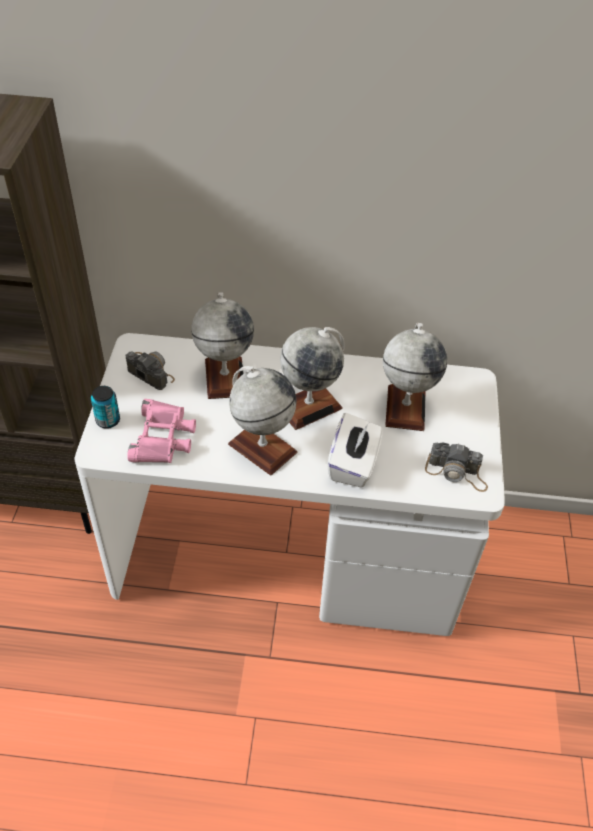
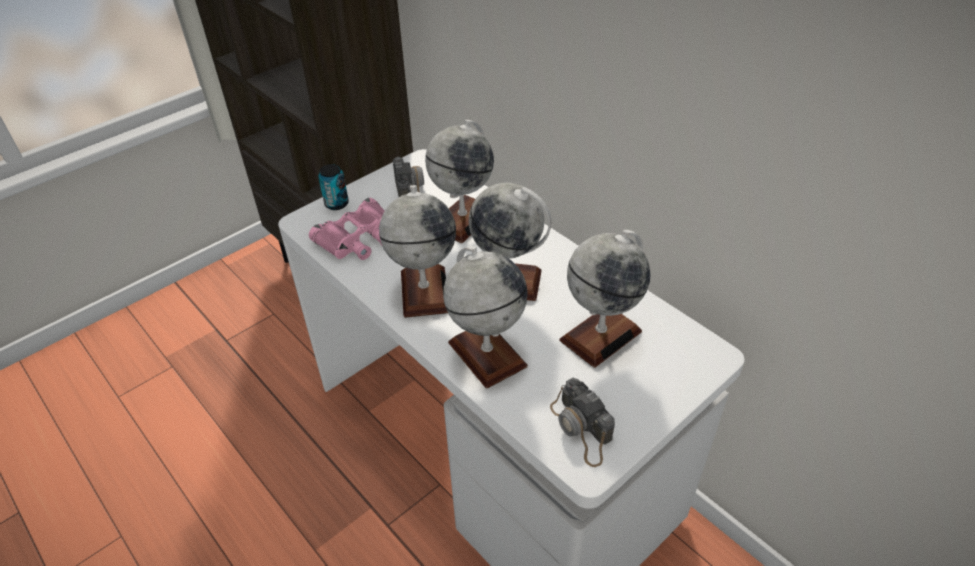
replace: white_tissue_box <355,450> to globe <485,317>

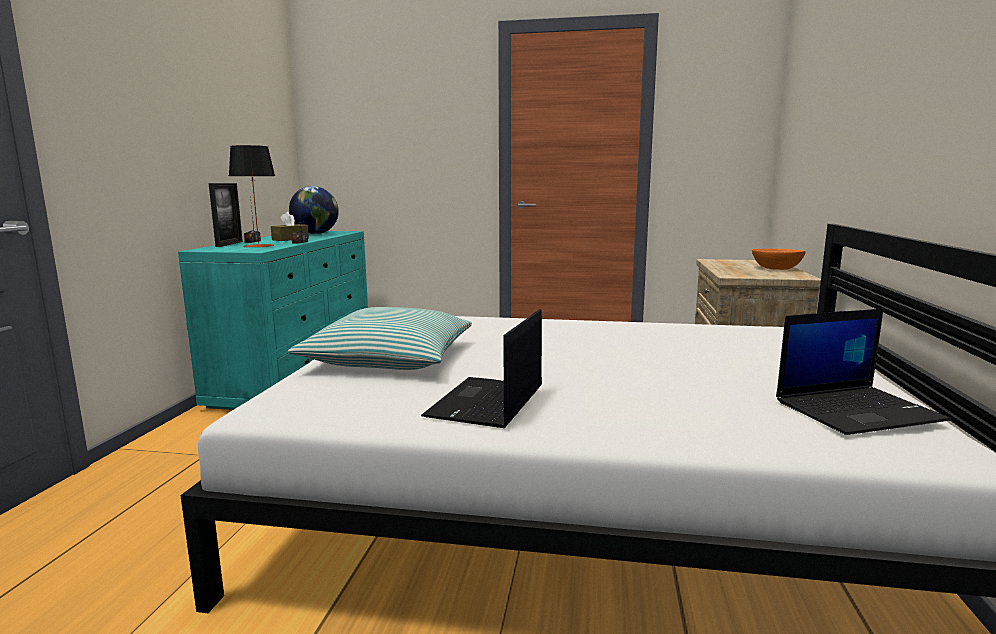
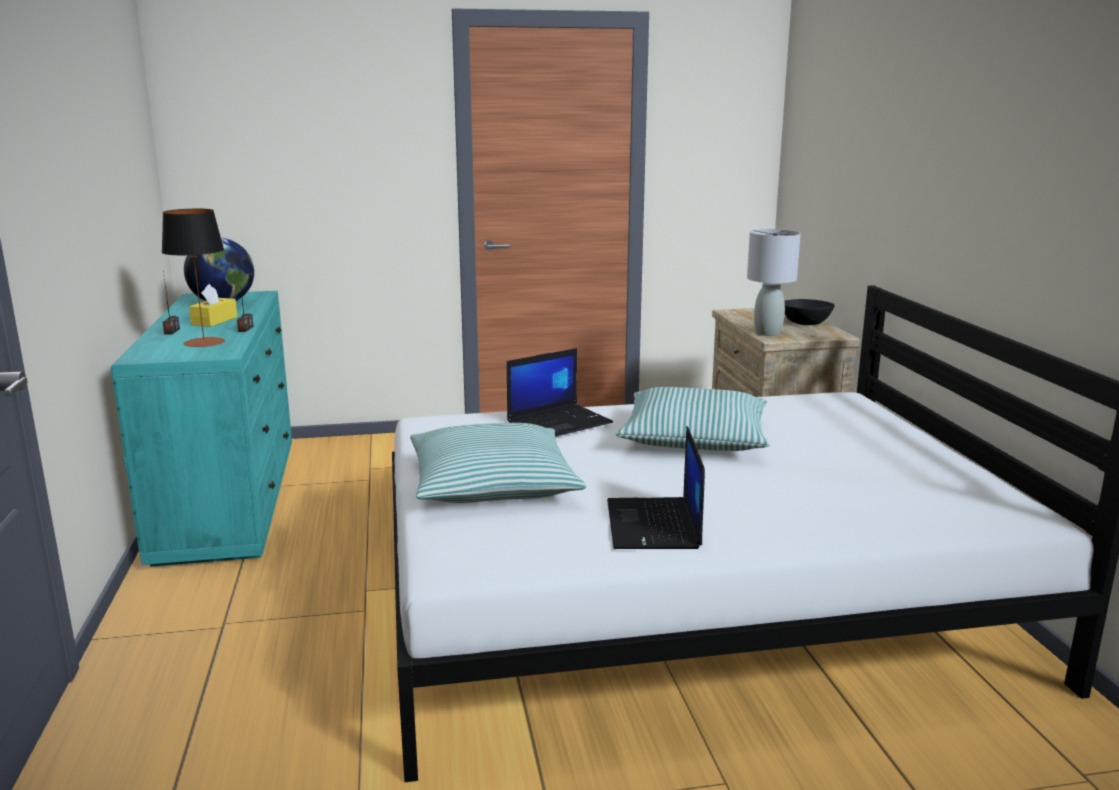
delete: picture_frame <226,215>
insert: pillow <692,419>; grey_table_lamp <774,282>
move: laptop <863,372> to <560,392>
recolor: brown_tissue_box <290,226> to yellow_tissue_box <213,305>; orange_bowl <779,259> to black_bowl <810,312>

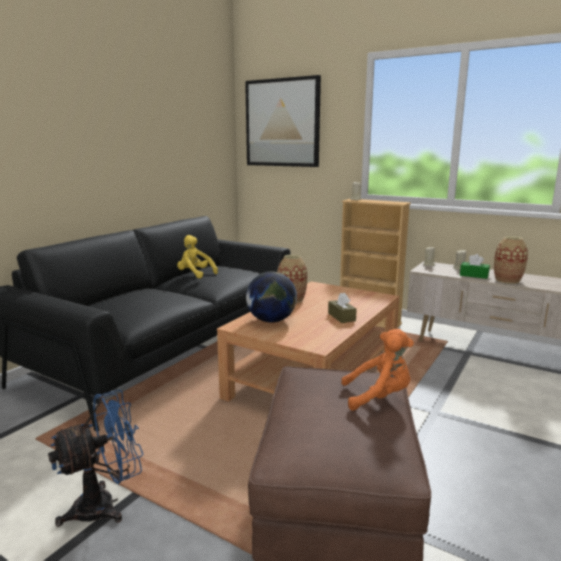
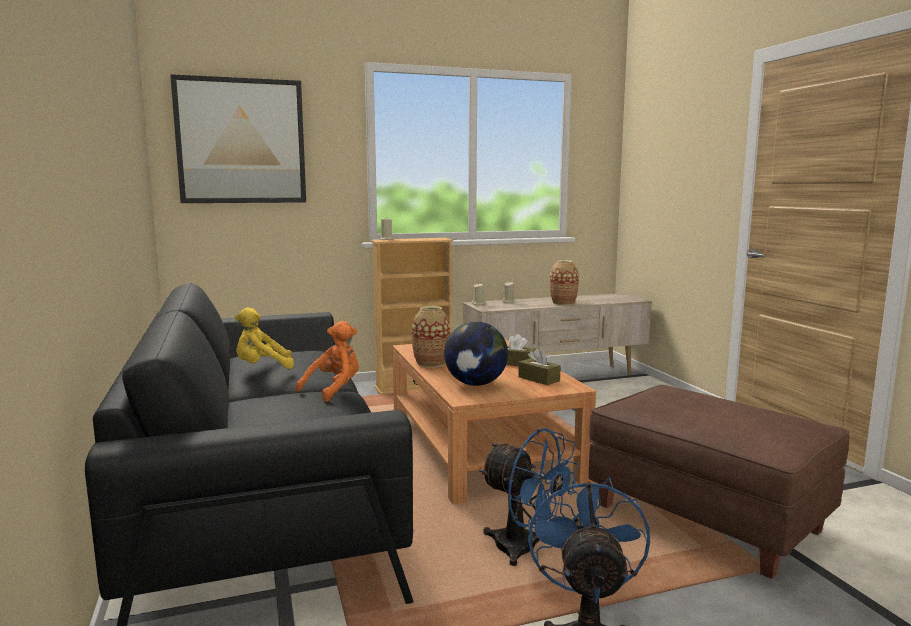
delete: green_tissue_box <475,266>
insert: blue_fan <529,497>; brown_tissue_box <539,366>
move: orange_plush_toy <377,370> to <327,361>

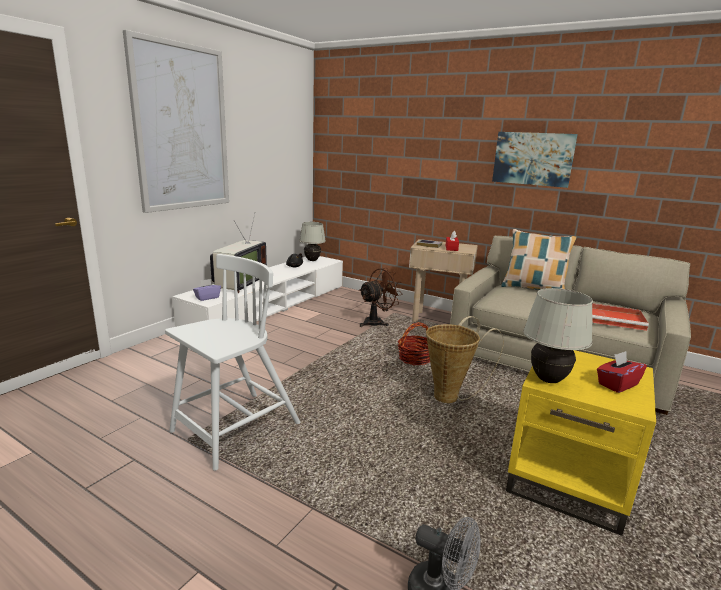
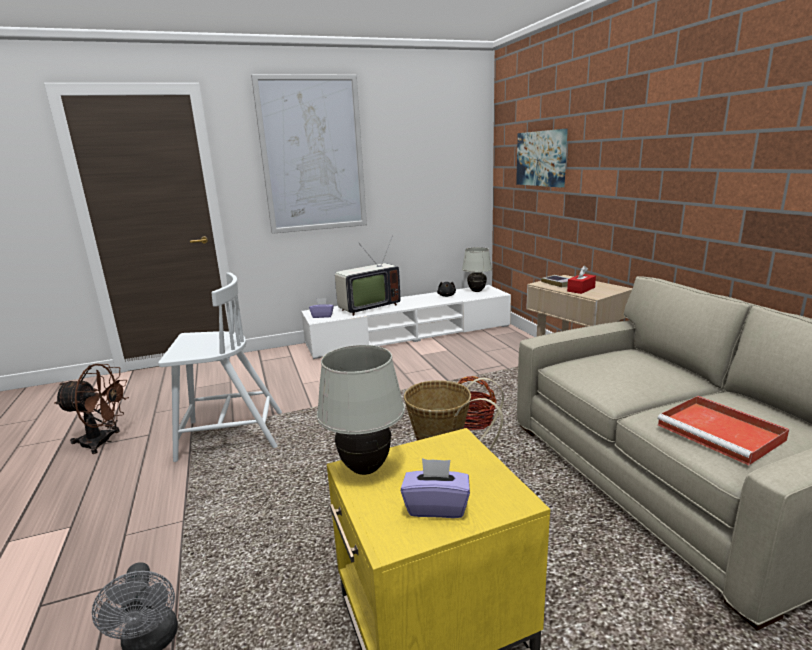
delete: pillow <539,259>
move: brown_fan <381,297> to <91,409>; picture <535,160> to <542,158>
recolor: red_tissue_box <622,372> to purple_tissue_box <435,488>

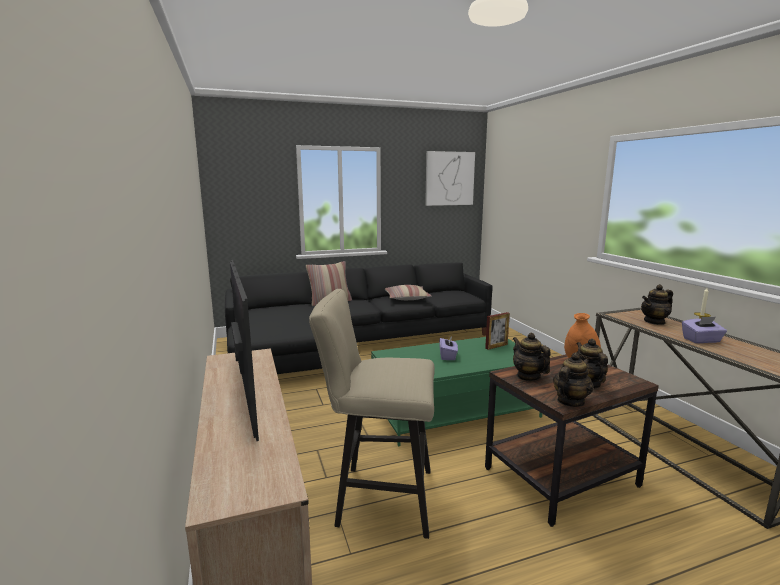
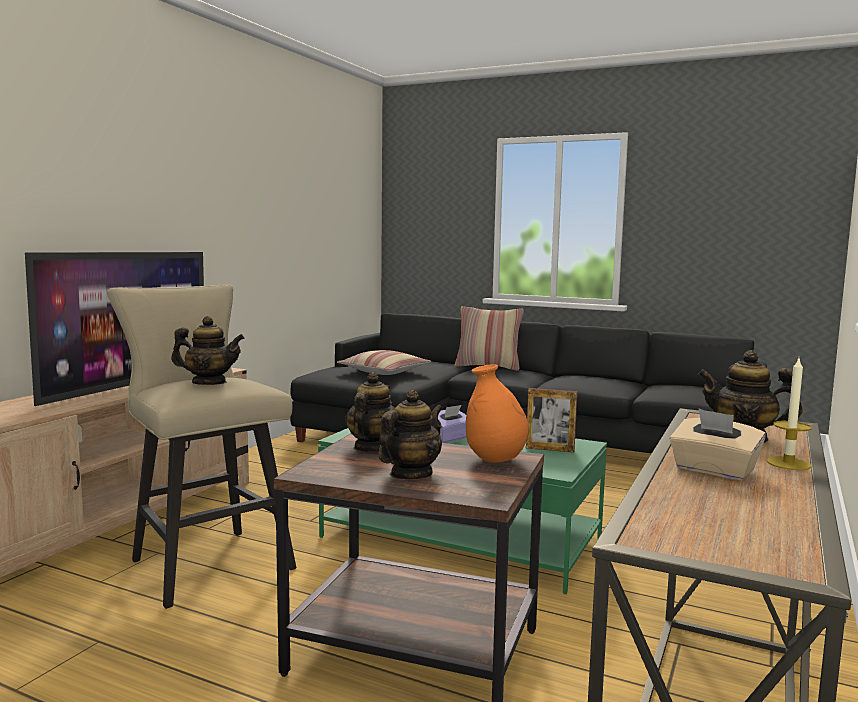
delete: picture <450,178>
move: pillow <408,292> to <384,362>; teapot <573,379> to <207,350>
recolor: purple_tissue_box <704,330> to beige_tissue_box <718,445>

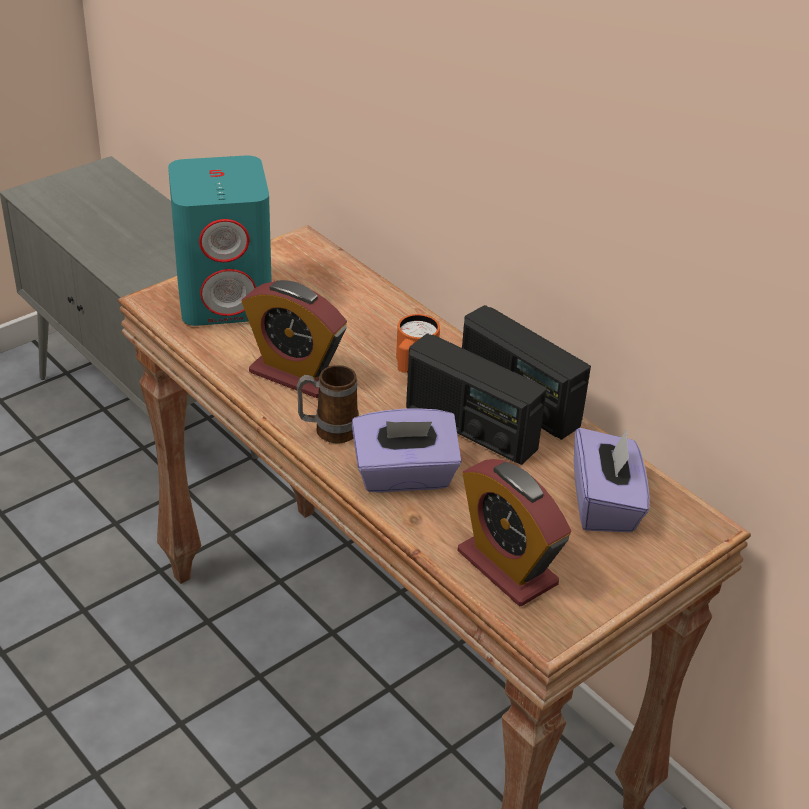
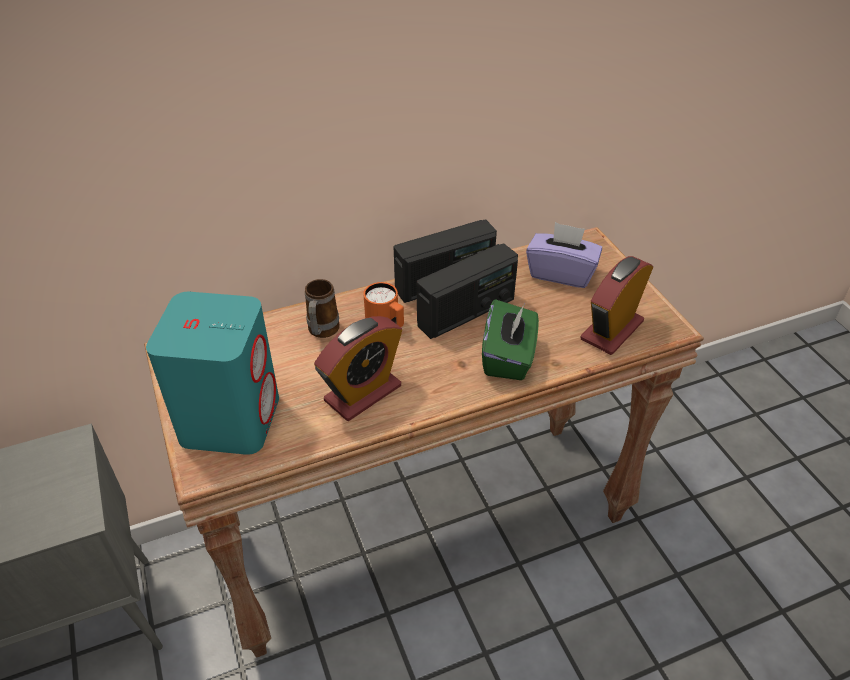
move: mug <327,404> to <322,308>
recolor: purple_tissue_box <407,451> to green_tissue_box <510,339>
rotate: alarm_clock <514,532> = <617,305> 150 degrees clockwise

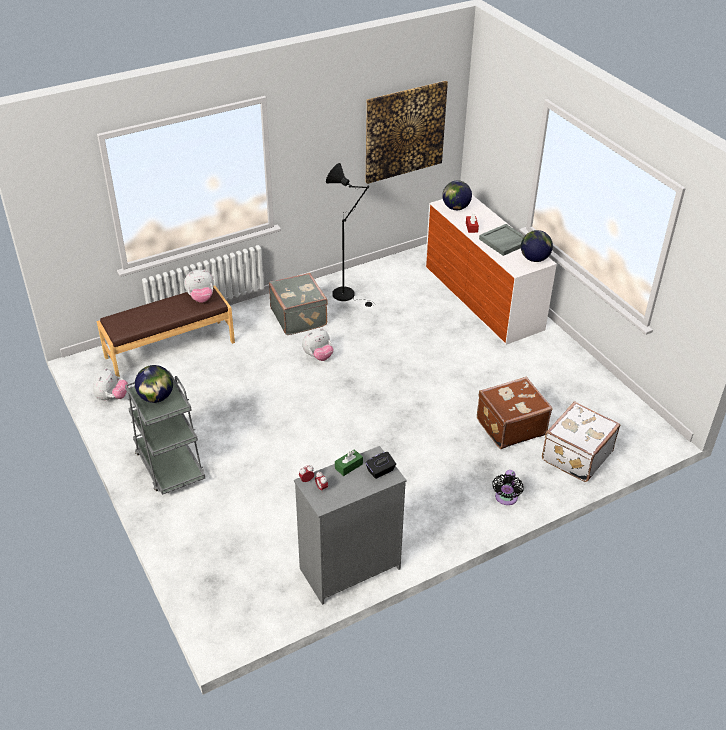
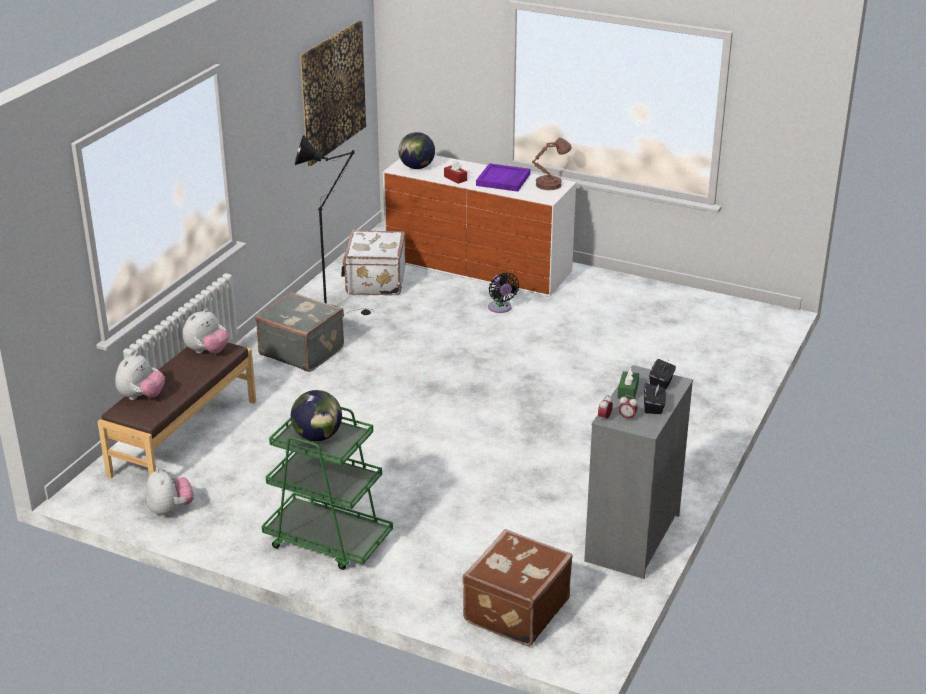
insert: black_tissue_box <655,398>
move: plush_toy <317,344> to <140,376>; brown_suitcase <515,413> to <517,587>; black_fan <508,487> to <503,293>; white_suitcase <581,441> to <373,262>
replace: globe <537,246> to brown_table_lamp <552,164>
recolor: grey_cart <165,433> to green_cart <327,488>; grey_tray <501,240> to purple_tray <503,177>

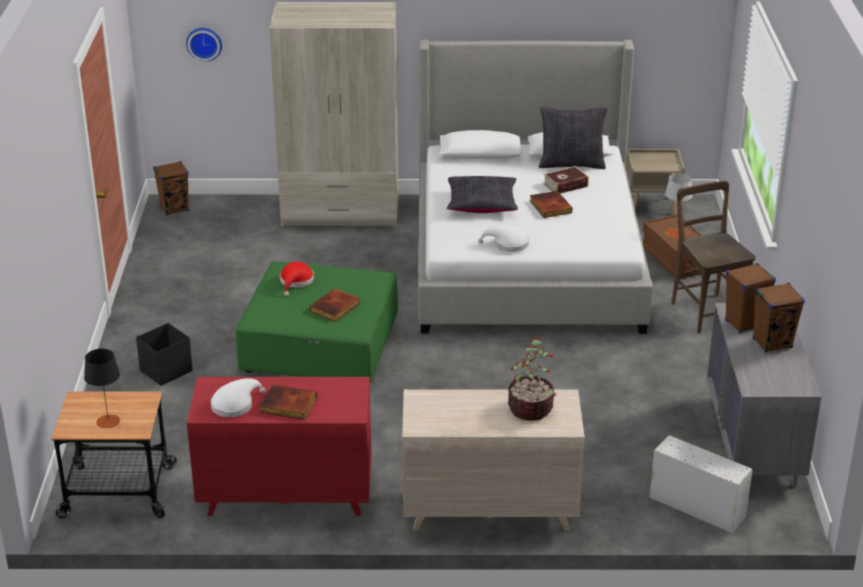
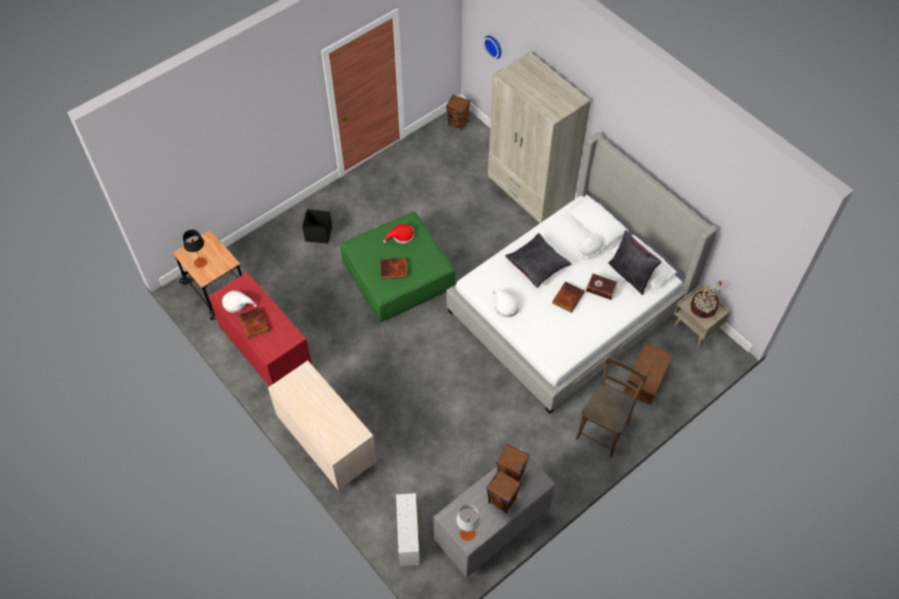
insert: white_hat <591,247>
move: potted_plant <532,379> to <706,299>; grey_table_lamp <679,205> to <468,522>

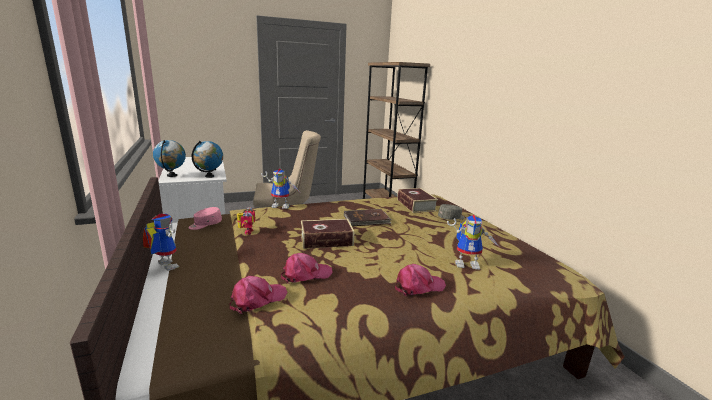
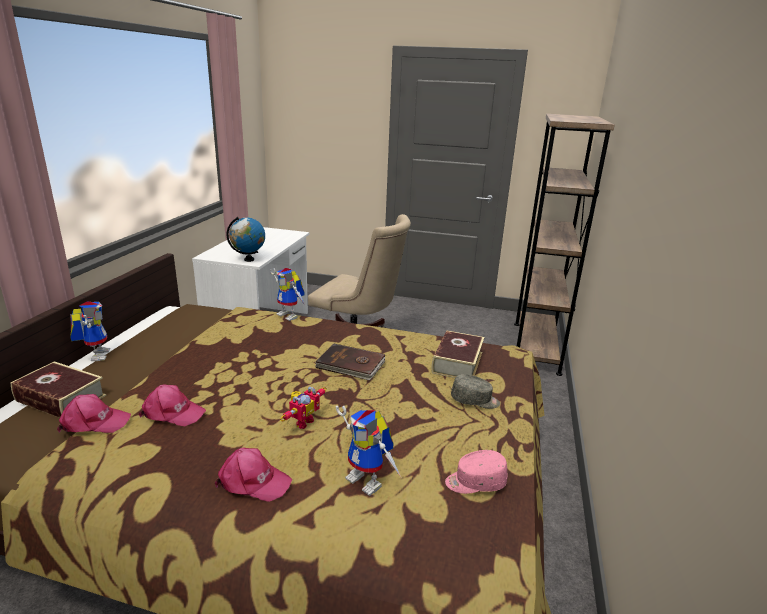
delete: globe <169,158>
move: pink_cap <205,218> to <476,472>; toy_robot <246,221> to <304,407>; book <327,234> to <58,389>

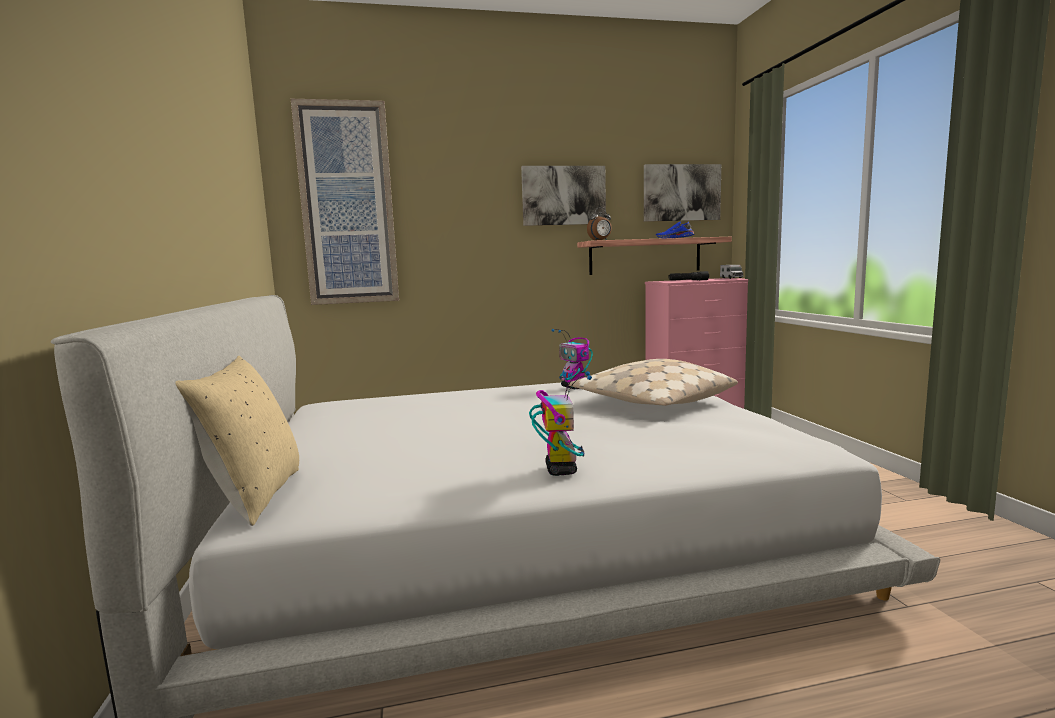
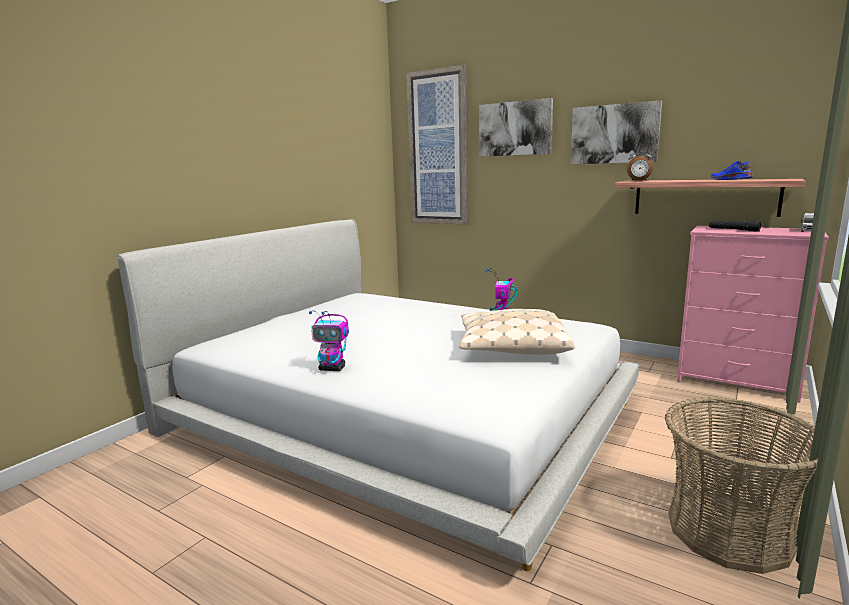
delete: beige_pillow <237,441>
insert: basket <741,485>
move: picture <682,193> to <516,127>
rotate: toy_robot <560,423> = <329,341> 60 degrees clockwise

